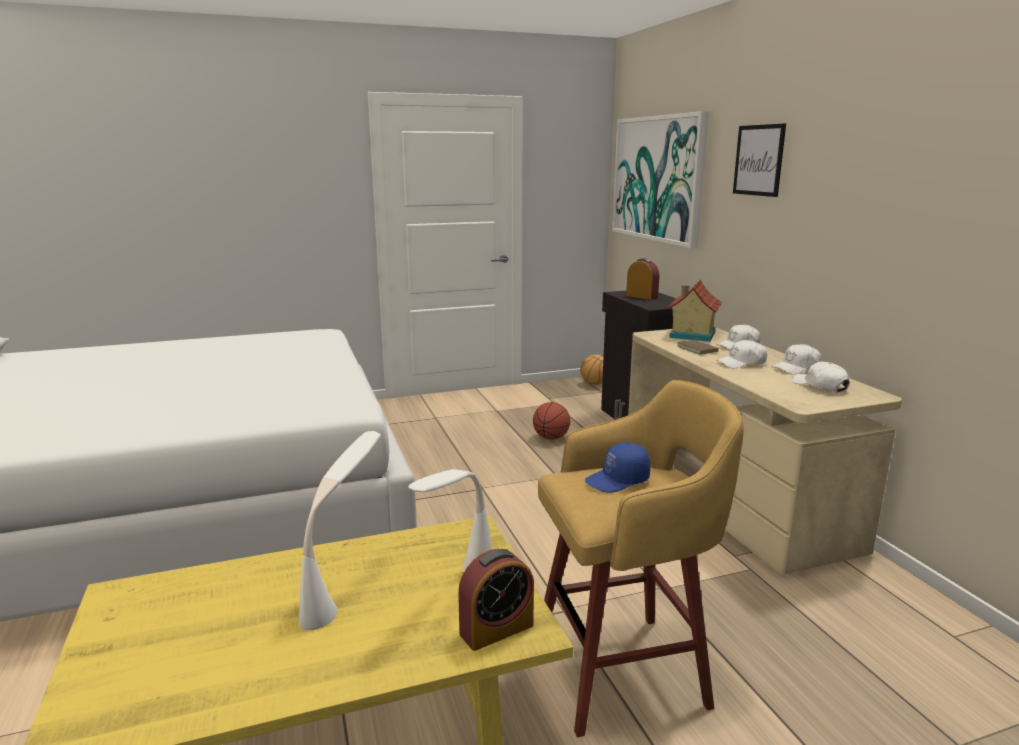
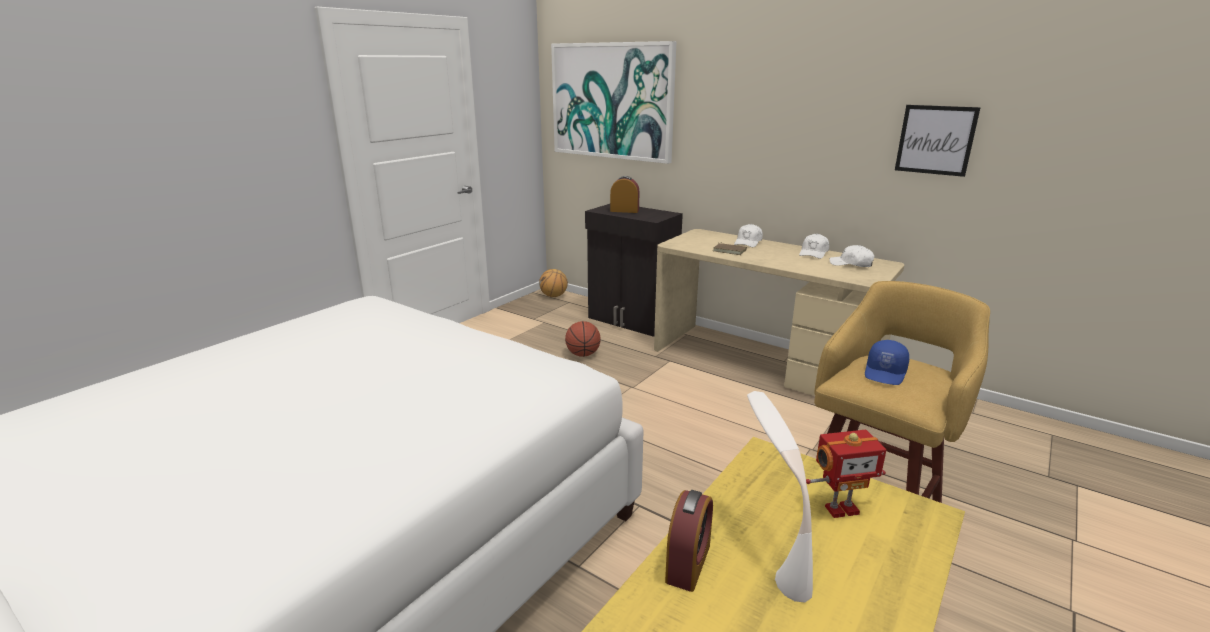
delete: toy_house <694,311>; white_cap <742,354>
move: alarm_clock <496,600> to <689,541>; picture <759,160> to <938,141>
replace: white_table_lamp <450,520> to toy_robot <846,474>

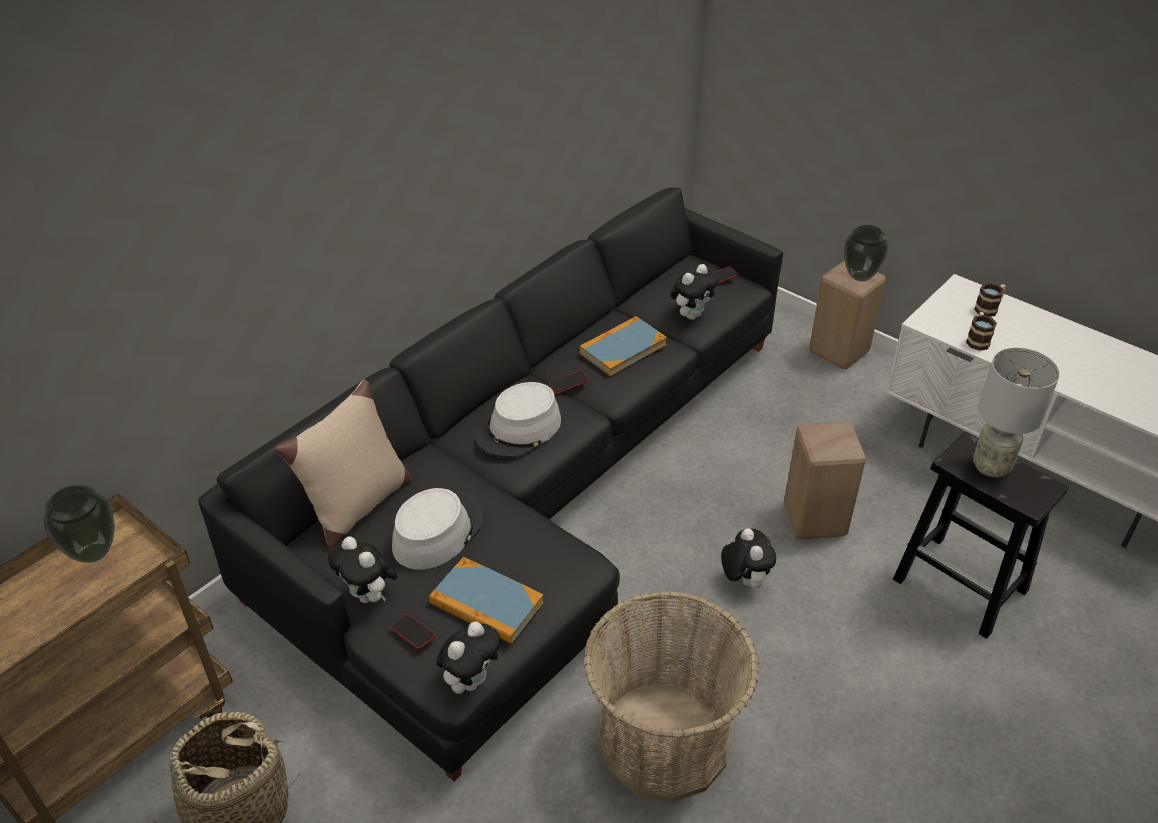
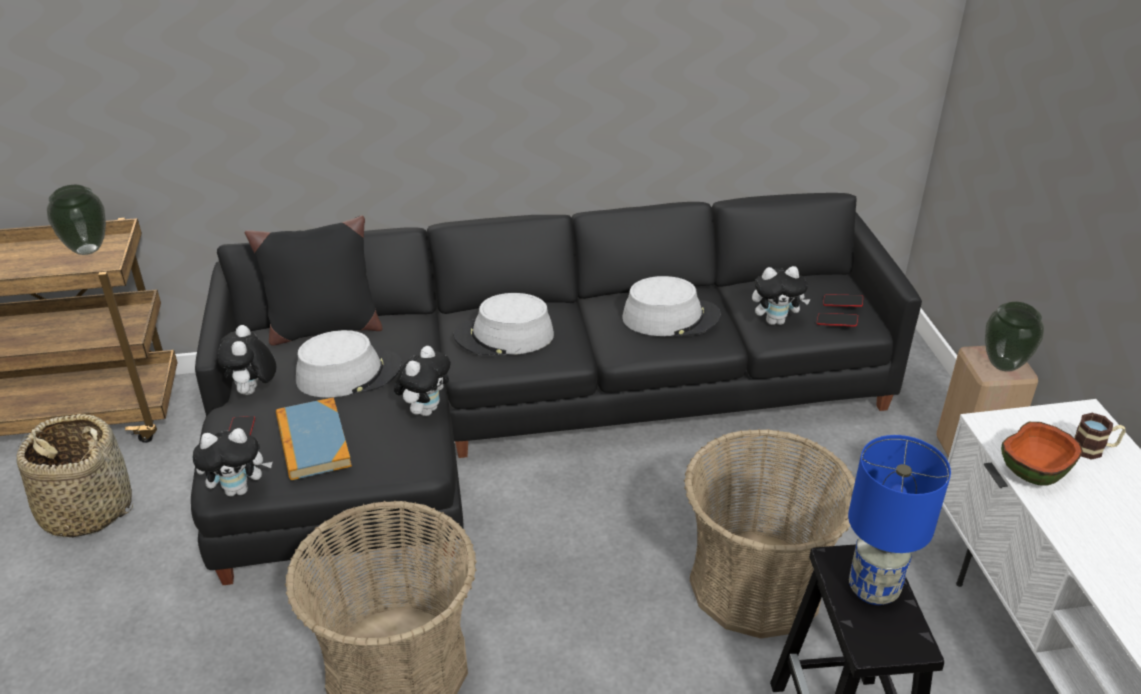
move: phone <569,382> to <837,320>; plush_toy <748,558> to <422,381>
replace: book <623,346> to grey_hat <671,306>; beige_stool <825,480> to basket <769,534>; mug <981,331> to bowl <1042,454>
recolor: beige_pillow <343,463> to black_pillow <314,280>; grey_table_lamp <1016,412> to blue_table_lamp <899,520>

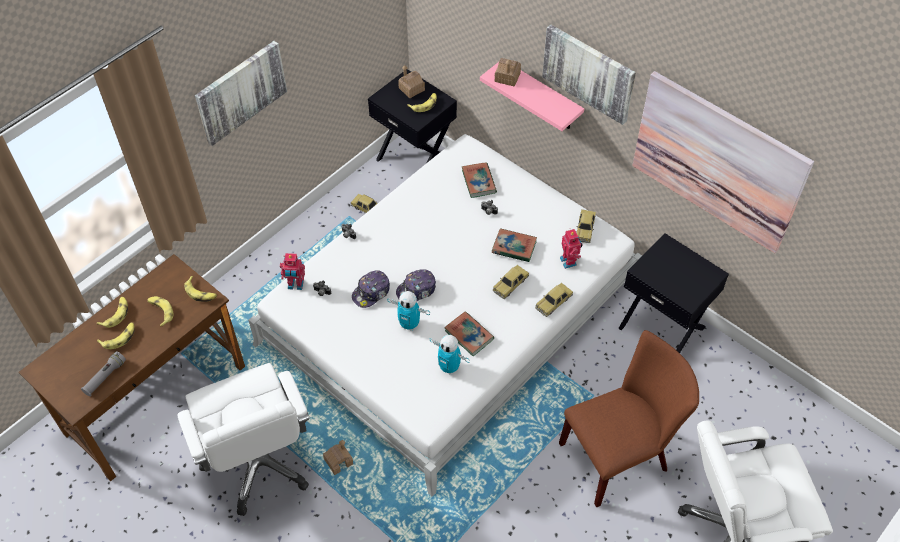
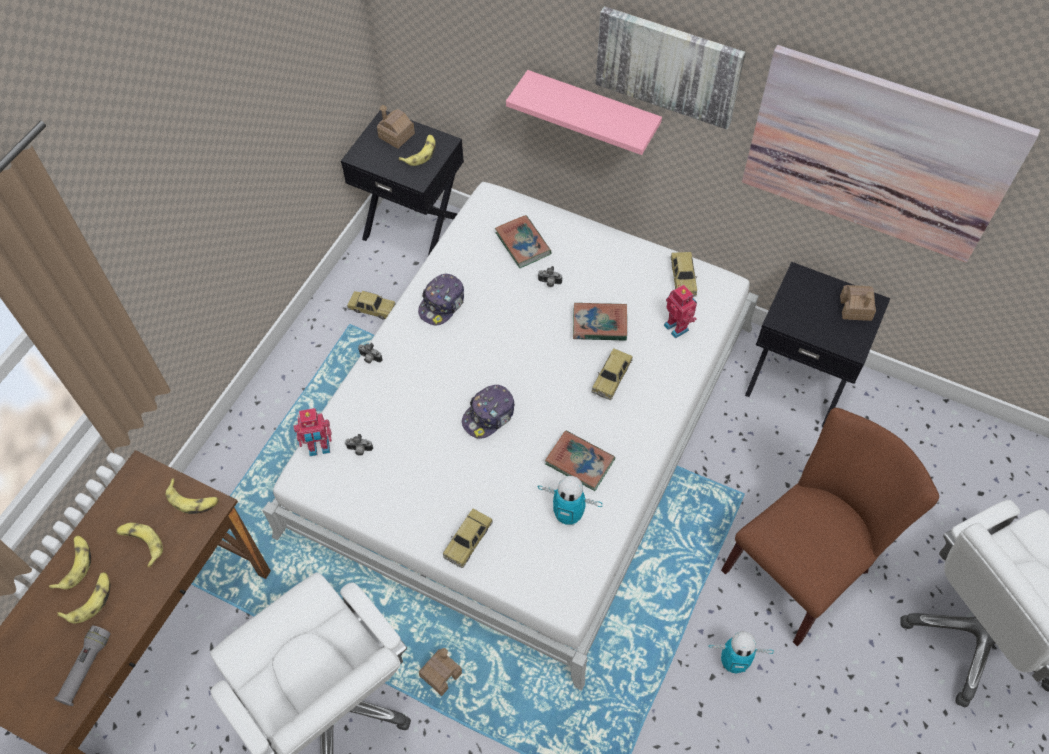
delete: picture <241,93>
move: cap <371,289> to <441,299>; toy_robot <408,311> to <741,652>; toy_house <508,72> to <858,303>; toy_car <554,300> to <468,538>

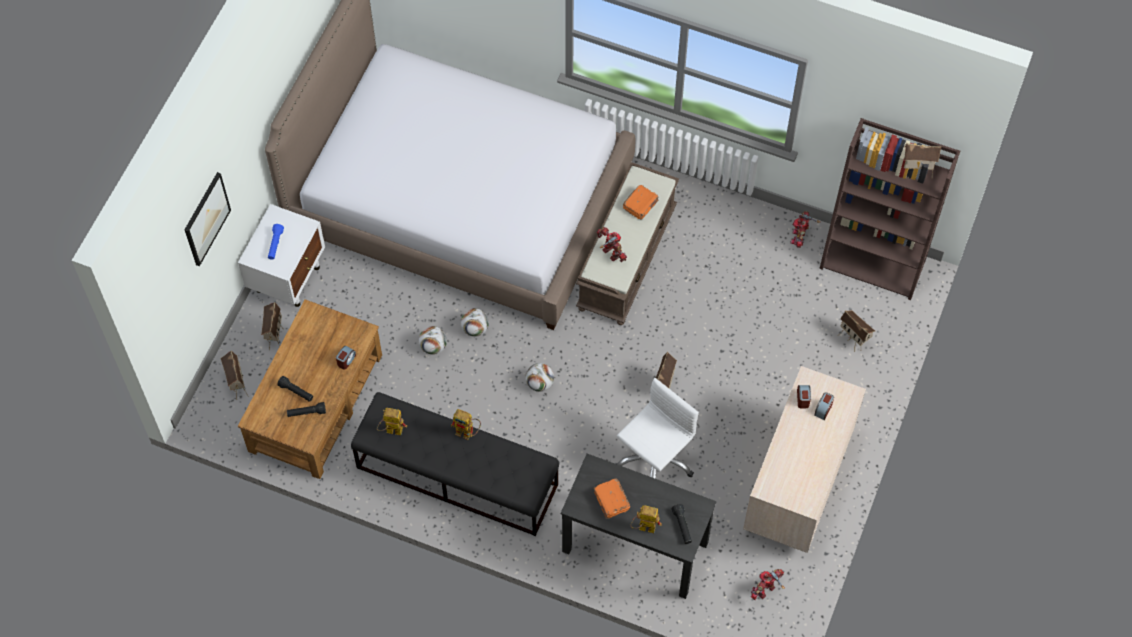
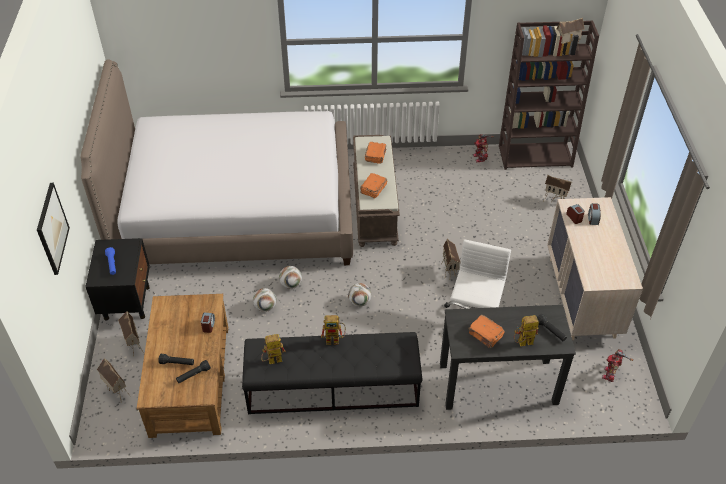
replace: toy_robot <612,244> to orange_book <373,186>
recolor: white_nightstand <281,255> to black_nightstand <117,279>

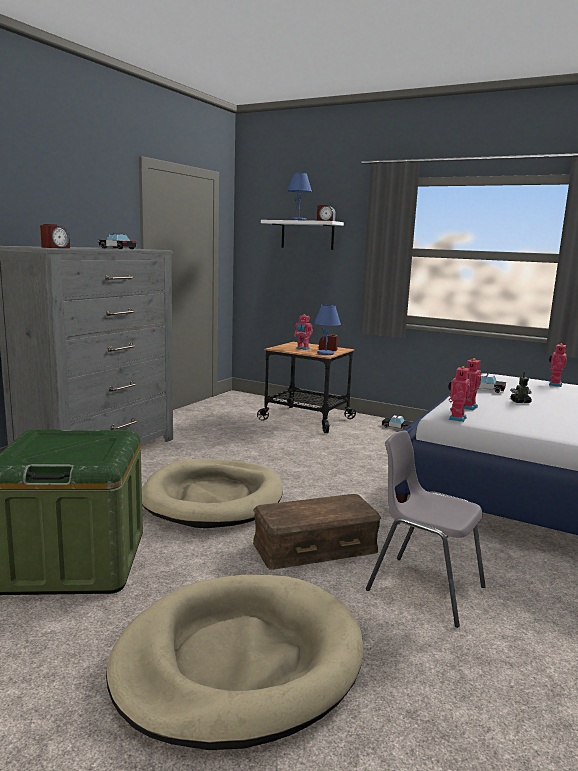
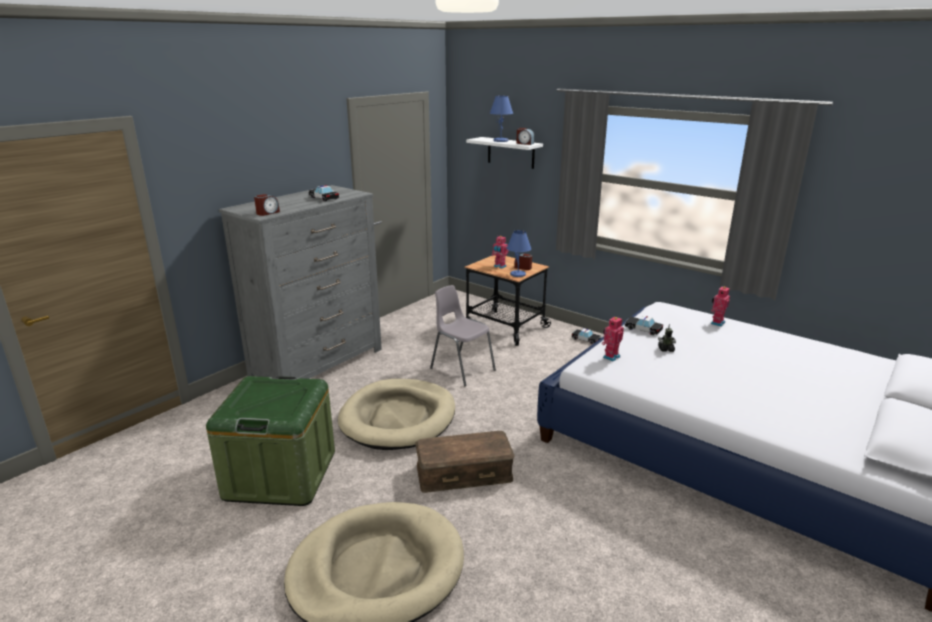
delete: toy_robot <459,394>
move: grey_chair <426,529> to <463,335>

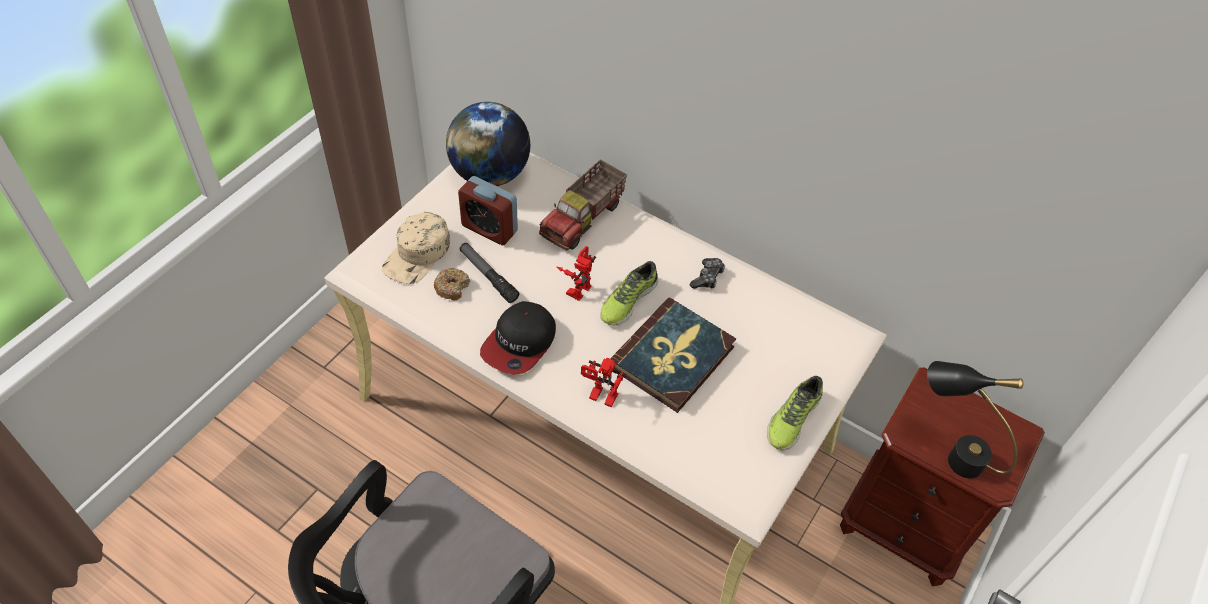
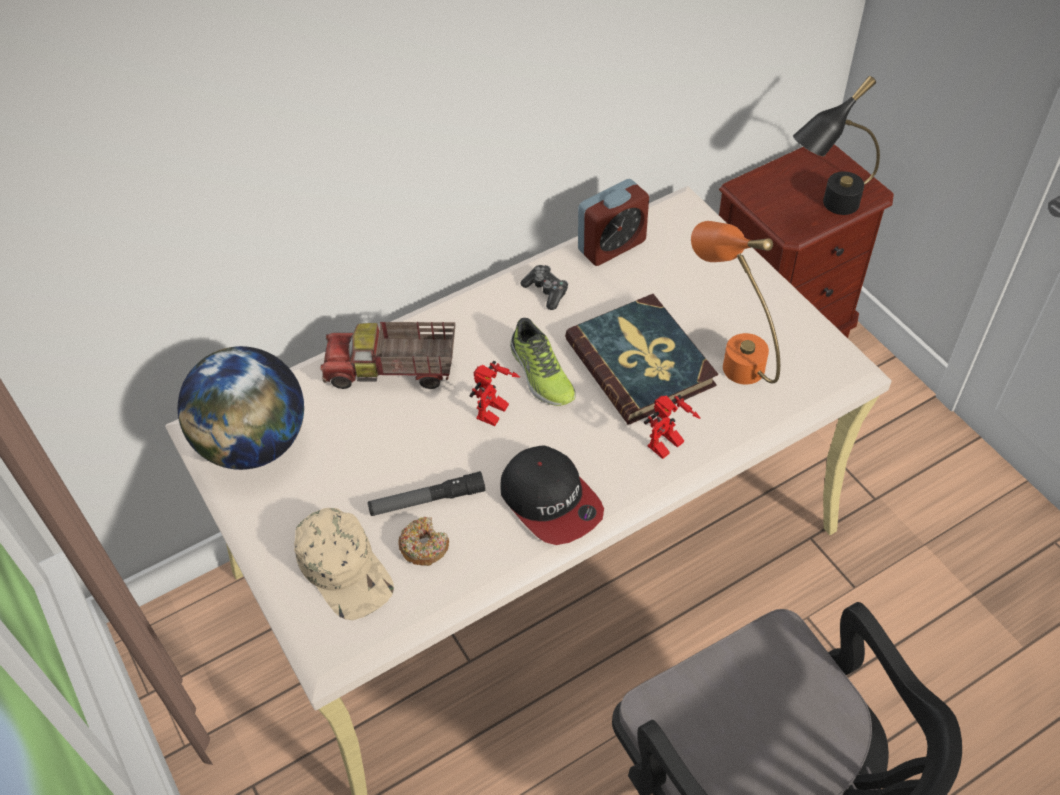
delete: shoe <795,413>
insert: orange_table_lamp <735,303>
move: alarm_clock <488,210> to <613,222>
rotate: toy_truck <583,205> = <388,355> 120 degrees clockwise; toy_robot <576,273> = <494,393> 120 degrees counterclockwise

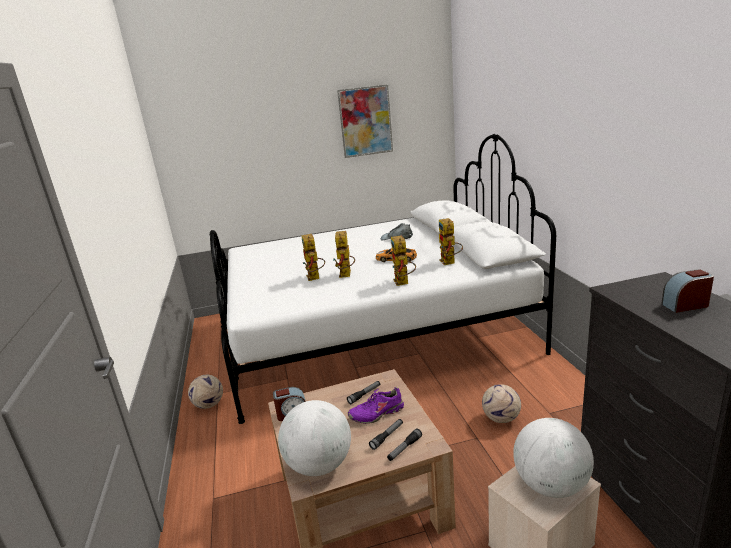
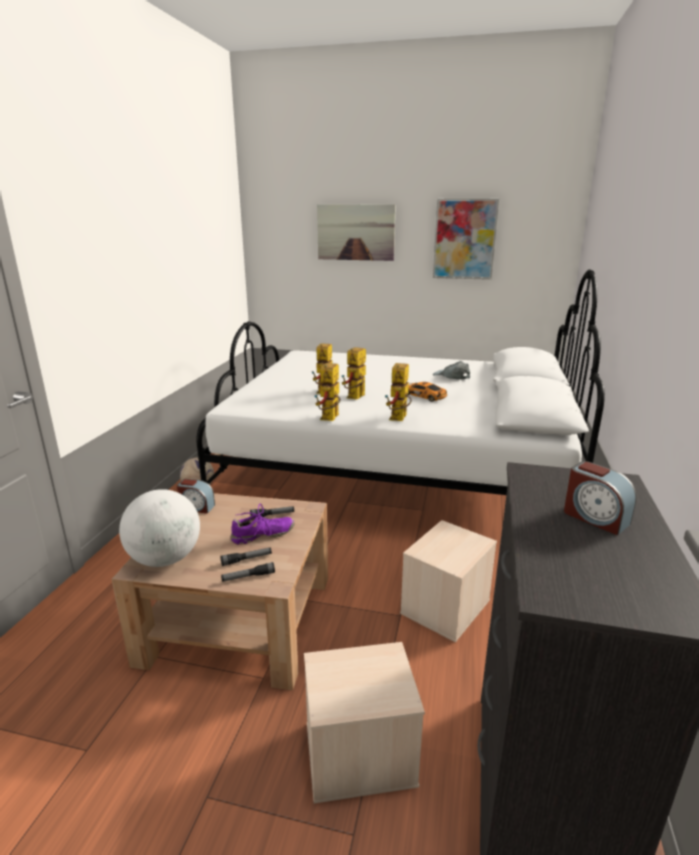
delete: globe <553,458>
insert: picture <356,232>
move: toy_robot <451,241> to <327,392>
replace: football <501,403> to beige_storage_box <448,581>
rotate: purple_shoe <376,405> = <262,524> 150 degrees clockwise; alarm_clock <687,291> = <600,498> 150 degrees counterclockwise

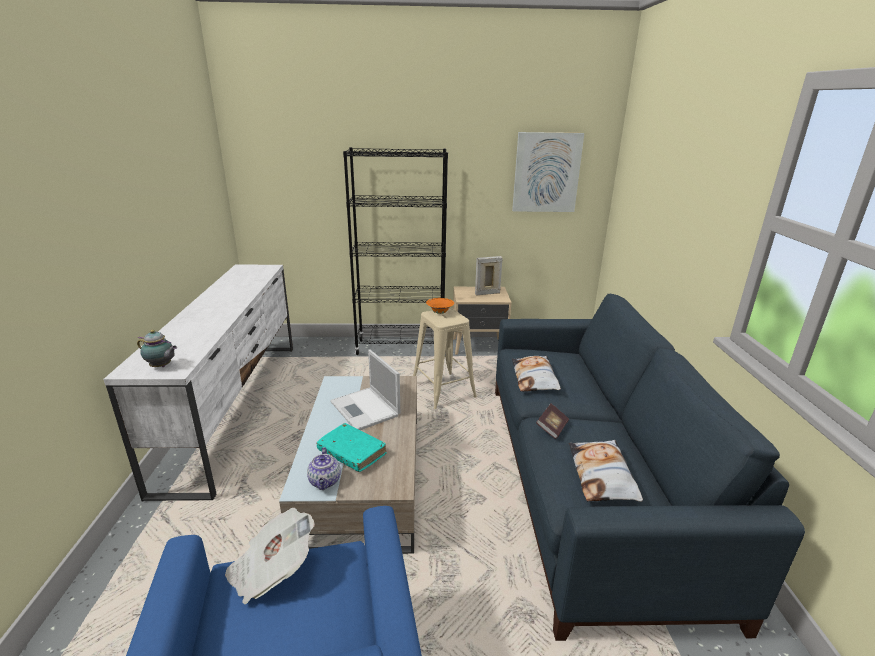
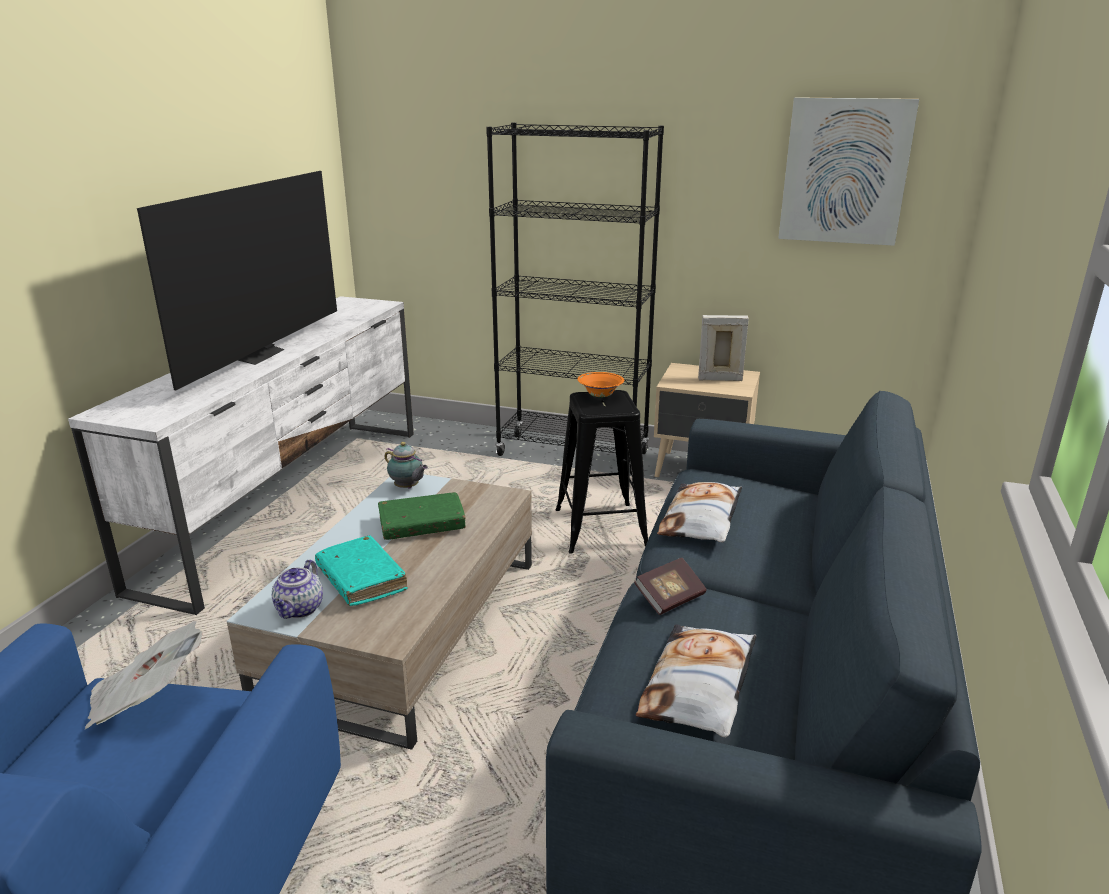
insert: television <237,280>
move: teapot <157,348> to <406,465>
replace: laptop <365,389> to green_book <422,516>
recolor: beige_stool <445,358> to black_stool <602,472>

